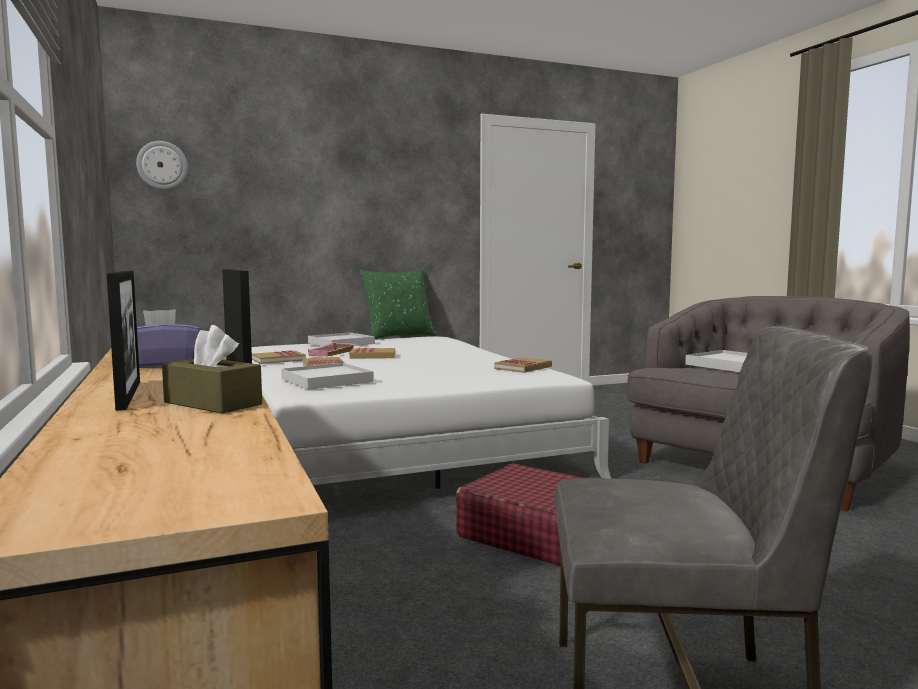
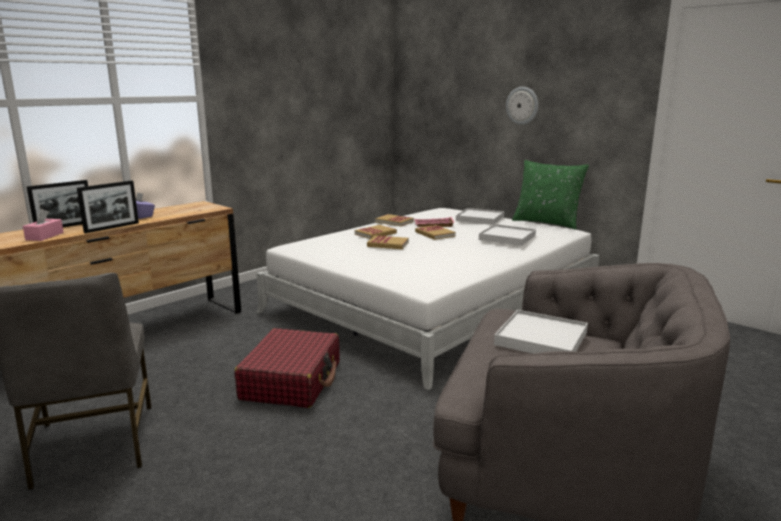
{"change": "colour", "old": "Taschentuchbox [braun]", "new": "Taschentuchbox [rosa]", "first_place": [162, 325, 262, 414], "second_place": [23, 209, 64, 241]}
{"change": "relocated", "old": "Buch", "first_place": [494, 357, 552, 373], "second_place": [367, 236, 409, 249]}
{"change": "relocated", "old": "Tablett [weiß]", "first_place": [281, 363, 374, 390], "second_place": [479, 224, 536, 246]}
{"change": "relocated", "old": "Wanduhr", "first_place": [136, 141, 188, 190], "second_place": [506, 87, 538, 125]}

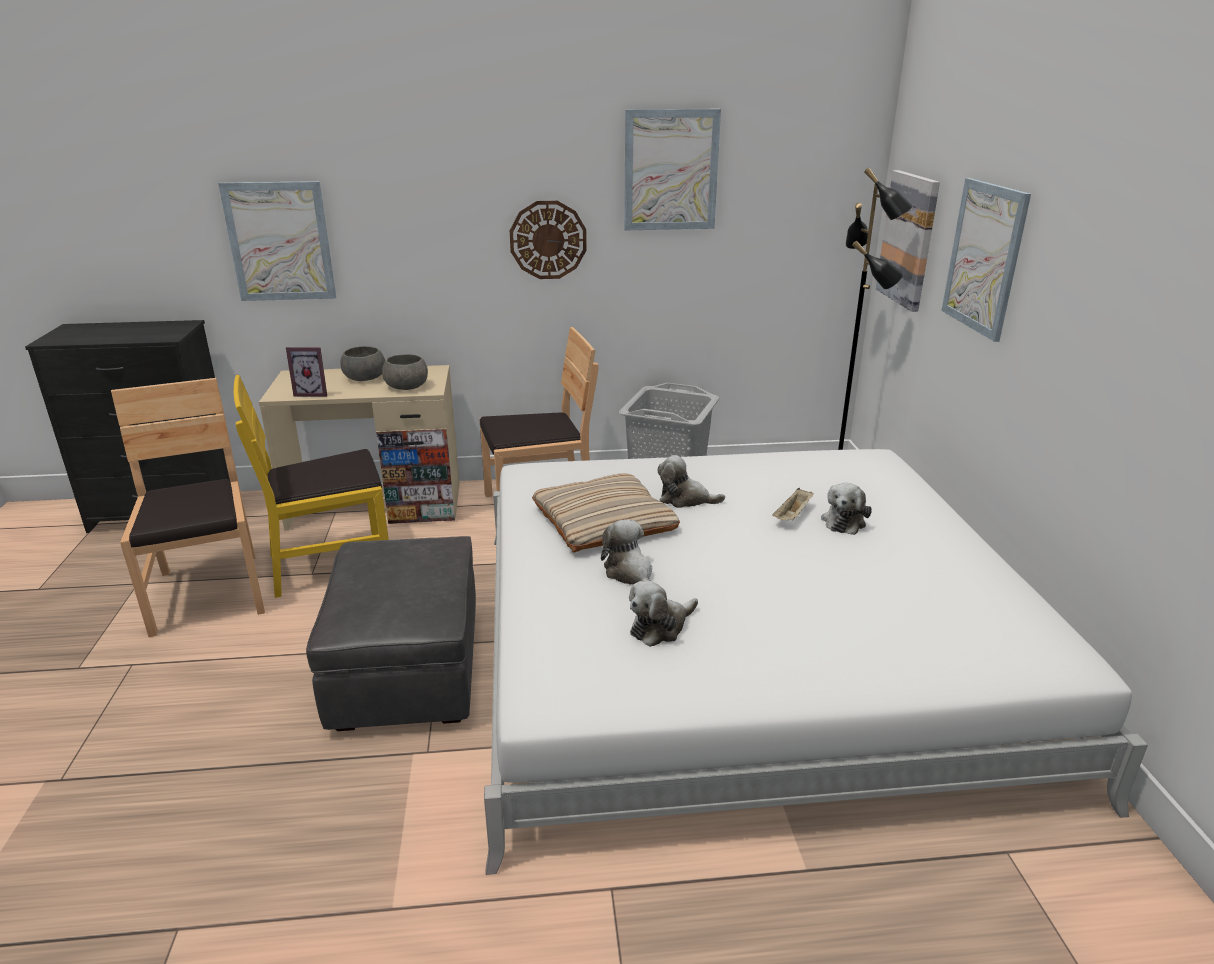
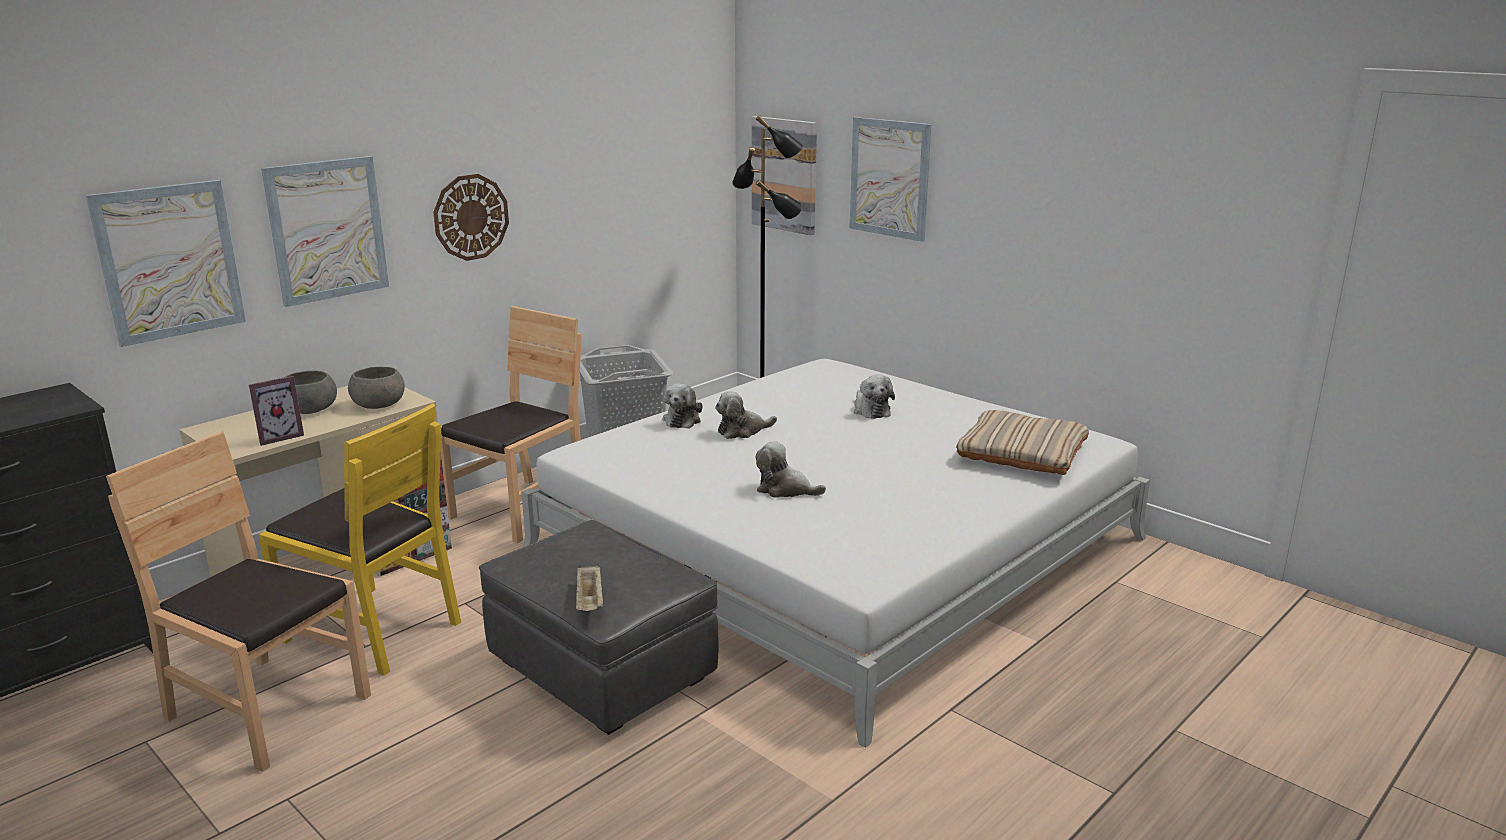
{"change": "spun", "old": "Stuhl [gelb]", "first_place": [234, 375, 389, 598], "second_place": [258, 403, 461, 676], "degrees": -90}
{"change": "relocated", "old": "Bild", "first_place": [624, 109, 721, 230], "second_place": [261, 156, 389, 307]}
{"change": "relocated", "old": "Tablett [beige]", "first_place": [772, 488, 814, 521], "second_place": [576, 565, 603, 611]}
{"change": "relocated", "old": "Plüschtier", "first_place": [629, 581, 698, 647], "second_place": [663, 383, 703, 429]}
{"change": "relocated", "old": "Kissen [beige]", "first_place": [532, 473, 680, 553], "second_place": [956, 410, 1089, 475]}

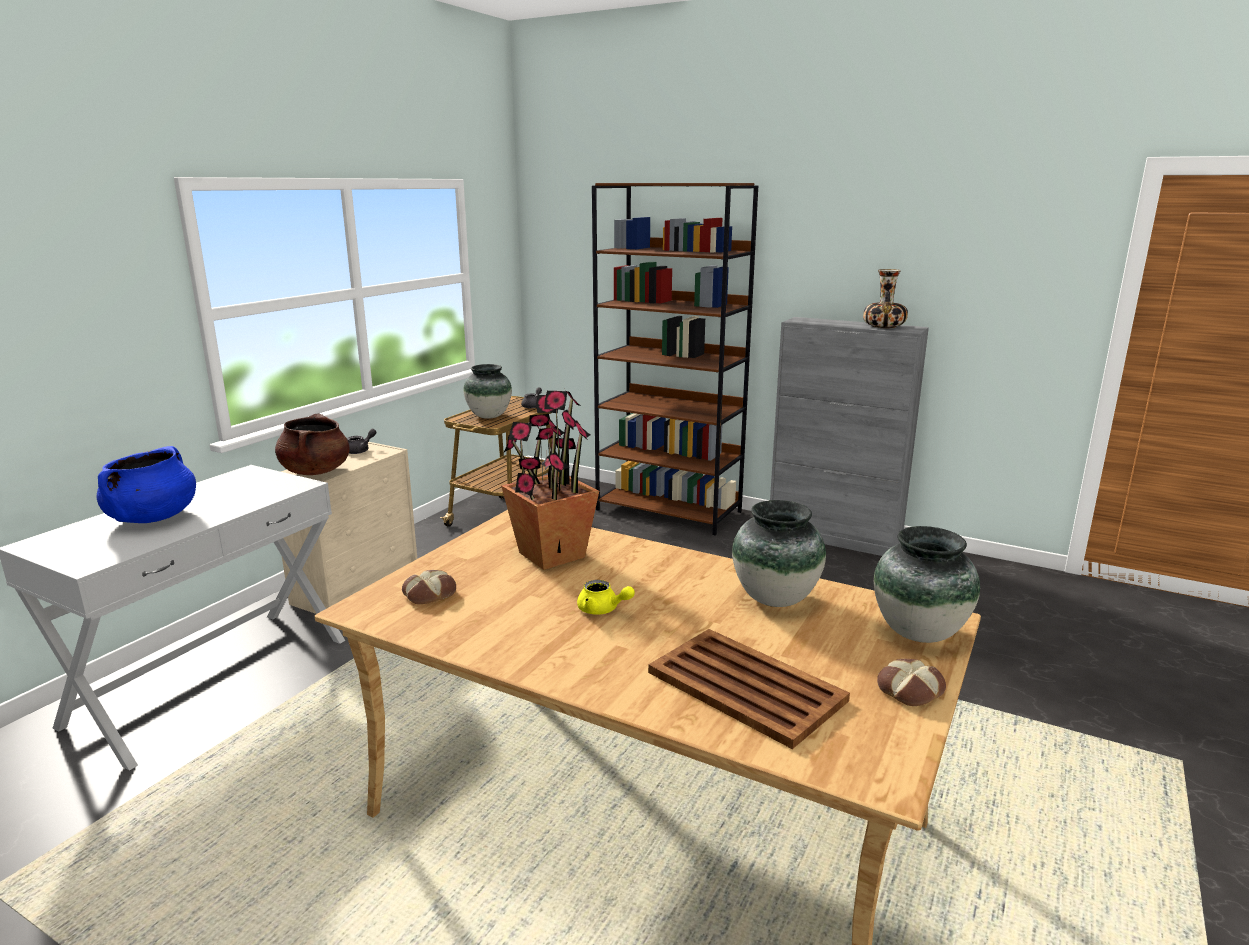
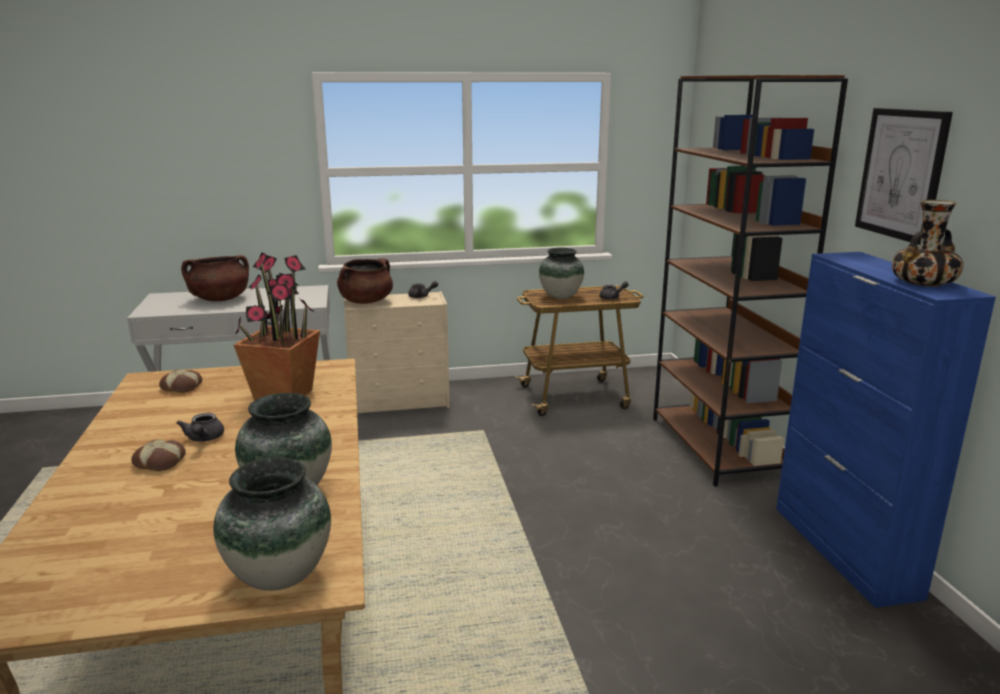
{"change": "relocated", "old": "Brot", "first_place": [877, 659, 946, 706], "second_place": [131, 439, 186, 471]}
{"change": "colour", "old": "Teekanne [gelb]", "new": "Teekanne [grau]", "first_place": [577, 580, 635, 615], "second_place": [176, 413, 224, 442]}
{"change": "colour", "old": "Kochtopf [blau]", "new": "Kochtopf [braun]", "first_place": [97, 446, 196, 523], "second_place": [181, 255, 249, 301]}
{"change": "colour", "old": "Schrank [grau]", "new": "Schrank [blau]", "first_place": [770, 317, 929, 556], "second_place": [776, 252, 996, 608]}
{"change": "appeared", "new": "Bild", "second_place": [855, 108, 953, 245]}
{"change": "missing", "old": "Tablett [braun]", "first_place": [648, 629, 850, 749]}

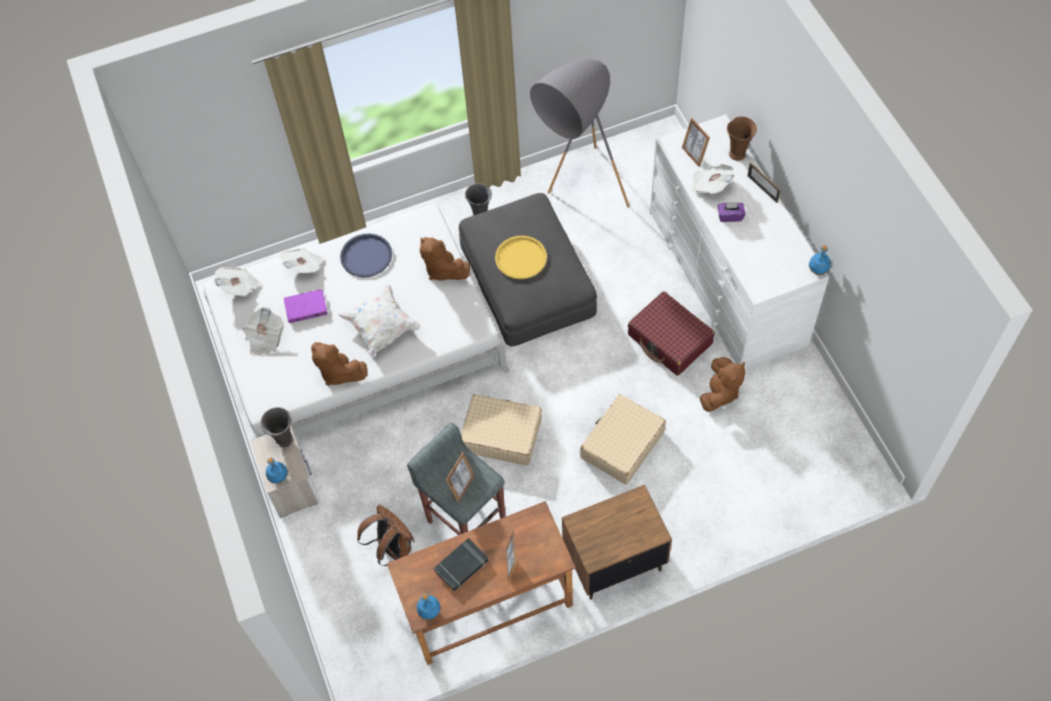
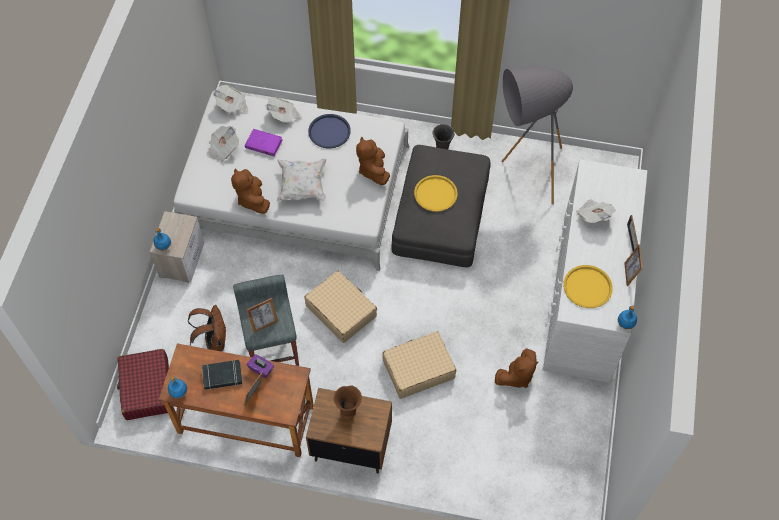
{"change": "relocated", "old": "Koffer [rot]", "first_place": [628, 291, 715, 376], "second_place": [117, 349, 169, 420]}
{"change": "relocated", "old": "Taschentuchbox [lila]", "first_place": [718, 202, 746, 222], "second_place": [247, 354, 274, 378]}
{"change": "relocated", "old": "Vase [braun]", "first_place": [727, 117, 757, 161], "second_place": [334, 385, 362, 420]}
{"change": "appeared", "new": "Tablett [gelb]", "second_place": [563, 265, 613, 308]}
{"change": "relocated", "old": "Bilderrahmen", "first_place": [682, 118, 710, 167], "second_place": [624, 244, 643, 286]}
{"change": "missing", "old": "Vase [grau]", "first_place": [261, 407, 293, 447]}

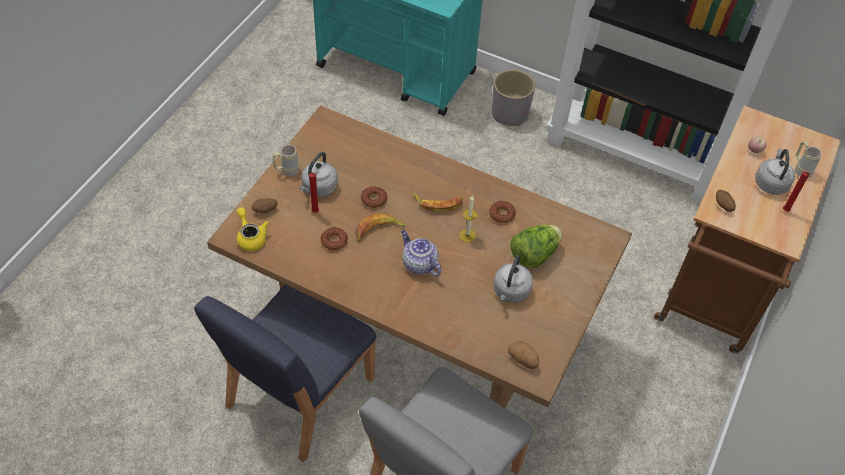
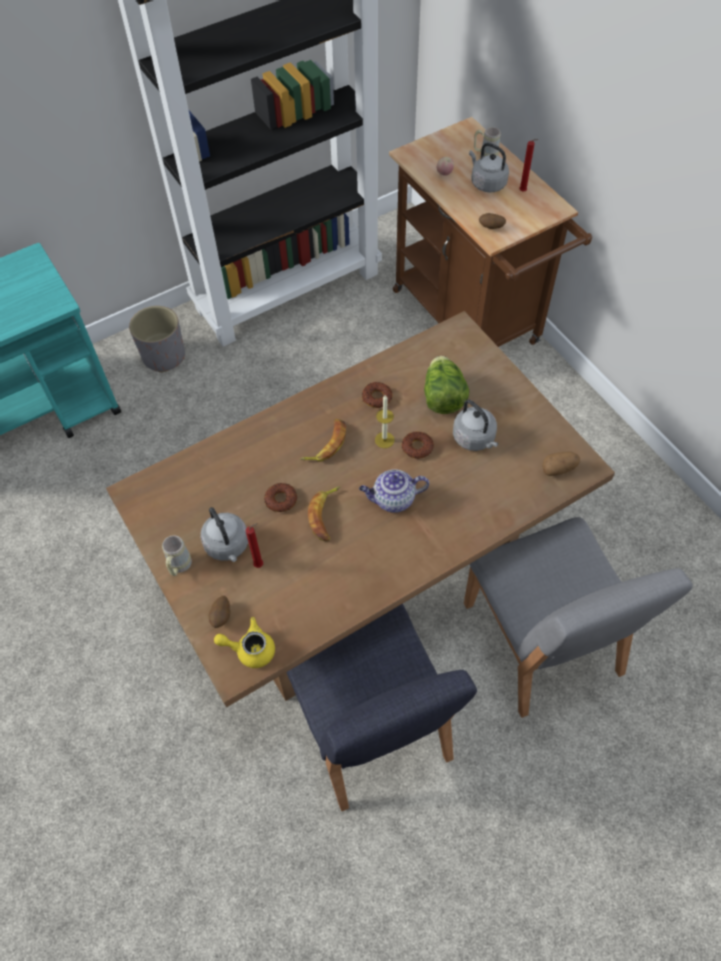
{"change": "relocated", "old": "Donut", "first_place": [321, 227, 348, 250], "second_place": [402, 431, 434, 459]}

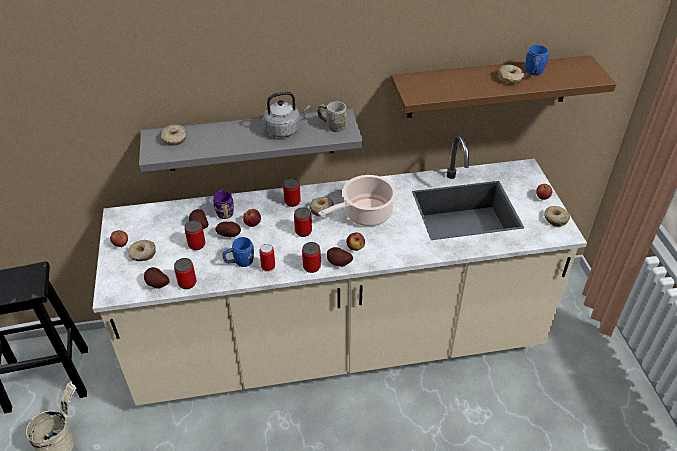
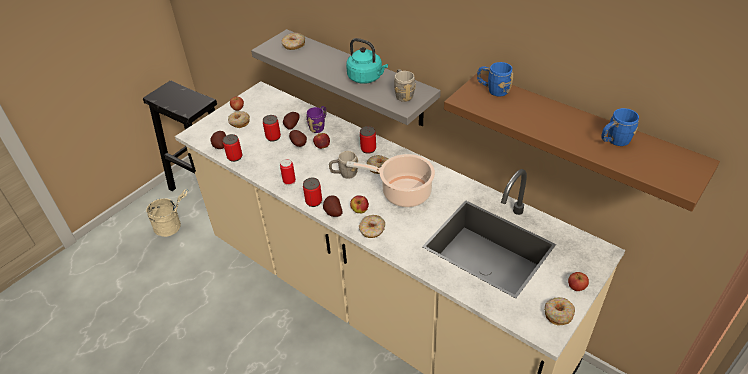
{"change": "exchanged", "old": "Dose", "new": "Henkelbecher [grau]", "first_place": [294, 207, 312, 237], "second_place": [329, 151, 358, 179]}
{"change": "colour", "old": "Wasserkessel [grau]", "new": "Wasserkessel [türkis]", "first_place": [263, 91, 310, 137], "second_place": [346, 38, 388, 84]}
{"change": "relocated", "old": "Donut", "first_place": [498, 64, 524, 84], "second_place": [359, 215, 385, 238]}
{"change": "relocated", "old": "Henkelbecher [blau]", "first_place": [222, 237, 254, 267], "second_place": [477, 62, 513, 97]}

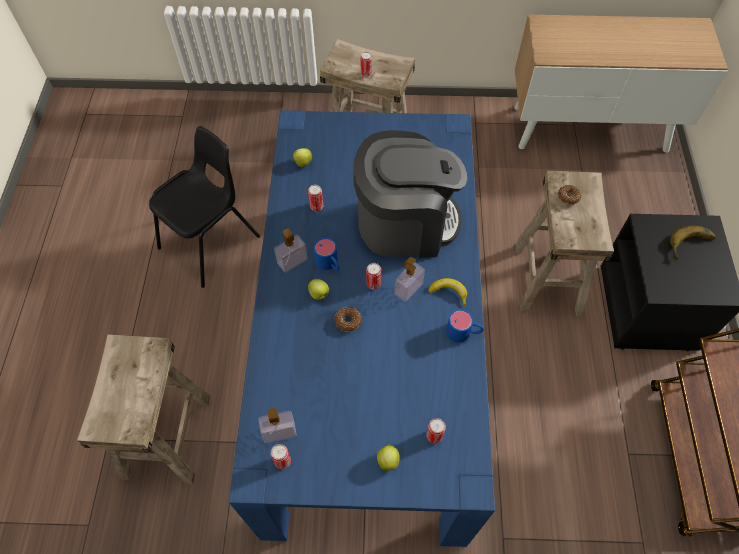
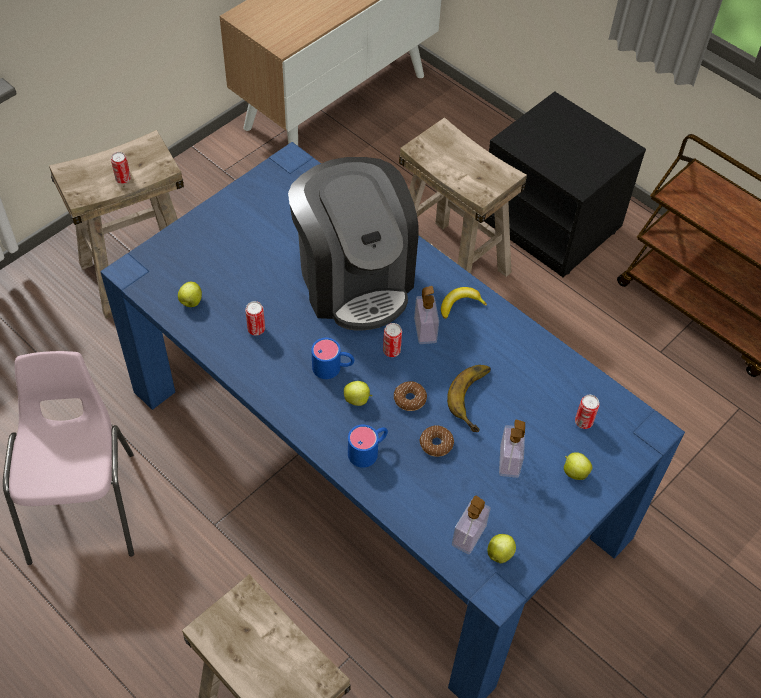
{"change": "colour", "old": "Stuhl [schwarz]", "new": "Stuhl [rosa]", "first_place": [149, 126, 260, 288], "second_place": [3, 351, 134, 565]}
{"change": "spun", "old": "Kaffeemaschine", "first_place": [353, 130, 467, 258], "second_place": [288, 157, 419, 331], "degrees": 120}
{"change": "relocated", "old": "Henkelbecher [blau]", "first_place": [446, 309, 484, 343], "second_place": [348, 425, 388, 468]}
{"change": "relocated", "old": "Donut", "first_place": [558, 185, 581, 205], "second_place": [420, 426, 454, 457]}
{"change": "relocated", "old": "Banane", "first_place": [670, 226, 716, 260], "second_place": [447, 365, 491, 432]}
{"change": "exchanged", "old": "Dose", "new": "Apfel", "first_place": [271, 444, 291, 469], "second_place": [488, 534, 516, 563]}
{"change": "relocated", "old": "Seifenspender", "first_place": [274, 228, 308, 273], "second_place": [499, 420, 525, 478]}

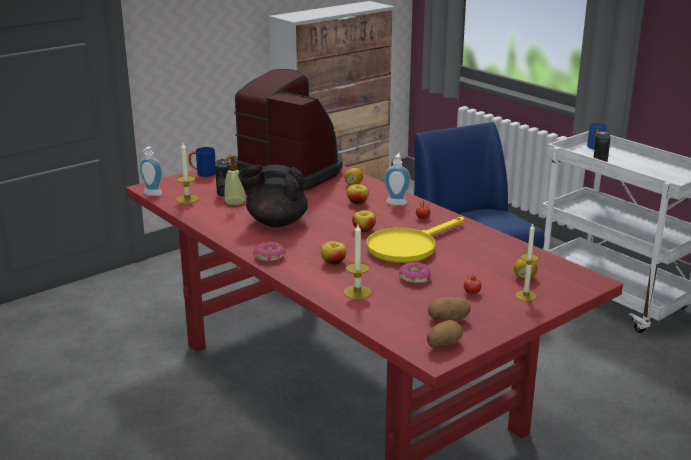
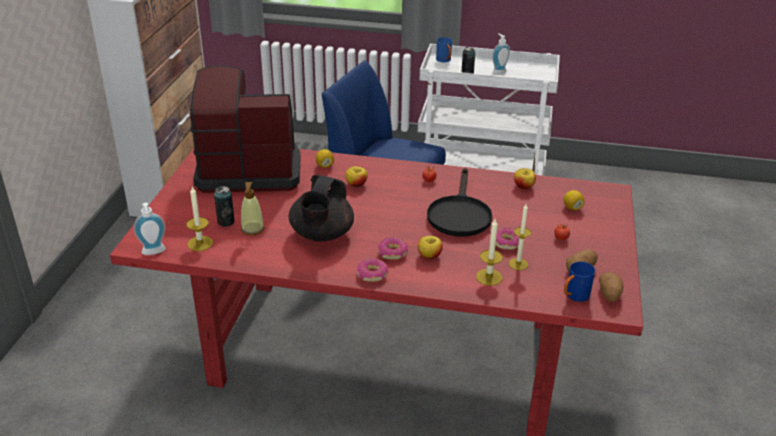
{"change": "spun", "old": "Teekanne [schwarz]", "first_place": [238, 165, 308, 227], "second_place": [289, 175, 354, 241], "degrees": -45}
{"change": "appeared", "new": "Donut", "second_place": [378, 237, 408, 260]}
{"change": "colour", "old": "Pfanne [gelb]", "new": "Pfanne [schwarz]", "first_place": [367, 217, 464, 263], "second_place": [427, 168, 492, 237]}
{"change": "relocated", "old": "Seifenspender", "first_place": [384, 153, 411, 205], "second_place": [492, 33, 510, 75]}
{"change": "relocated", "old": "Kerze", "first_place": [515, 224, 539, 301], "second_place": [509, 204, 531, 270]}
{"change": "relocated", "old": "Apfel", "first_place": [352, 210, 376, 232], "second_place": [514, 168, 536, 189]}
{"change": "relocated", "old": "Henkelbecher [blau]", "first_place": [188, 147, 216, 177], "second_place": [564, 262, 595, 302]}

